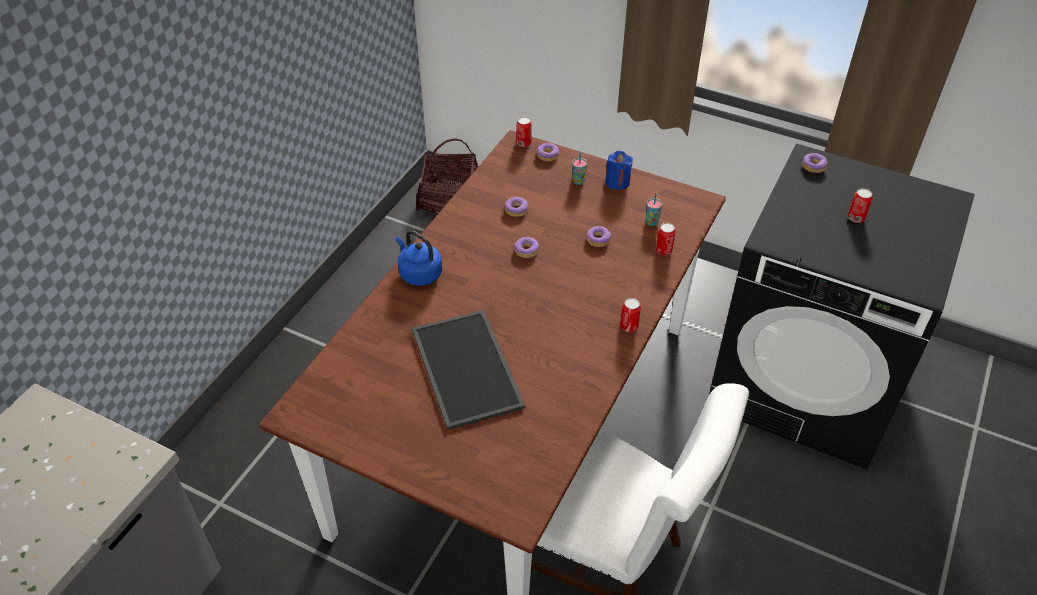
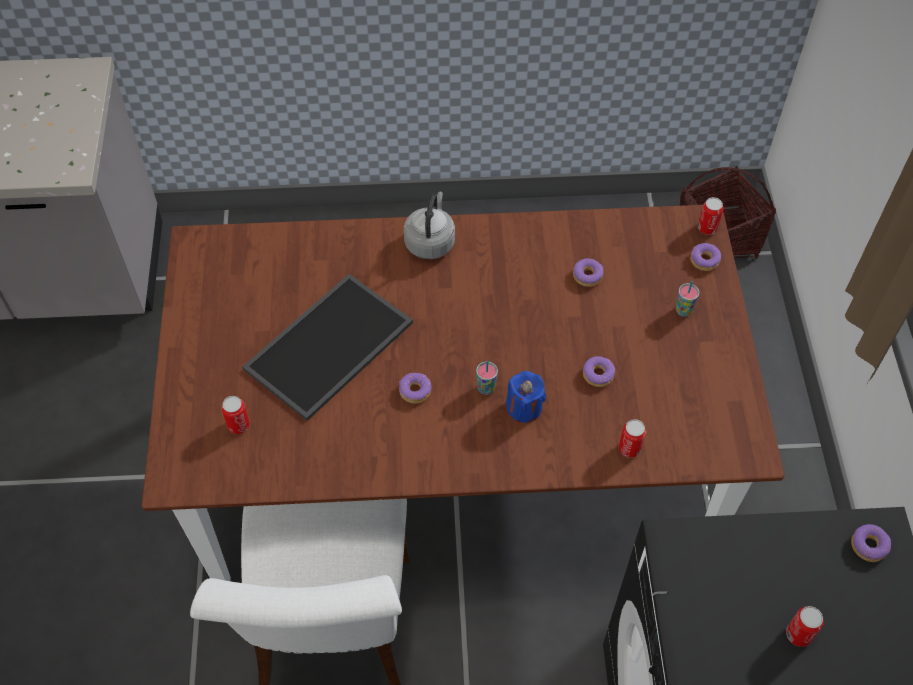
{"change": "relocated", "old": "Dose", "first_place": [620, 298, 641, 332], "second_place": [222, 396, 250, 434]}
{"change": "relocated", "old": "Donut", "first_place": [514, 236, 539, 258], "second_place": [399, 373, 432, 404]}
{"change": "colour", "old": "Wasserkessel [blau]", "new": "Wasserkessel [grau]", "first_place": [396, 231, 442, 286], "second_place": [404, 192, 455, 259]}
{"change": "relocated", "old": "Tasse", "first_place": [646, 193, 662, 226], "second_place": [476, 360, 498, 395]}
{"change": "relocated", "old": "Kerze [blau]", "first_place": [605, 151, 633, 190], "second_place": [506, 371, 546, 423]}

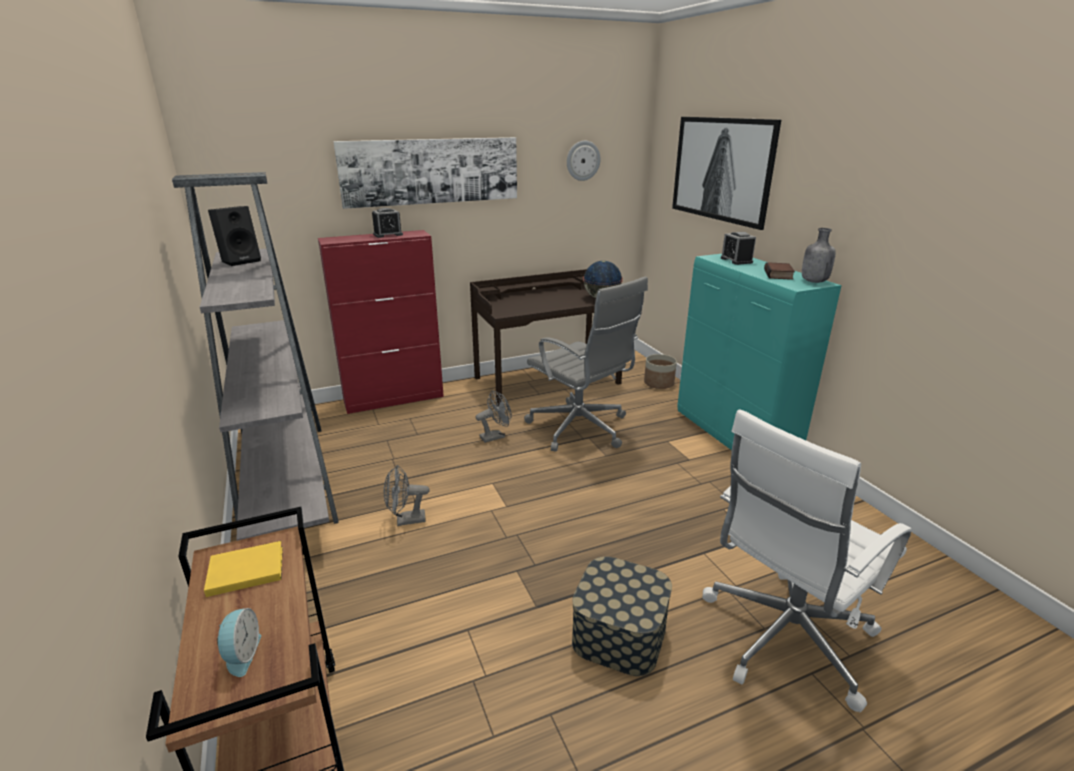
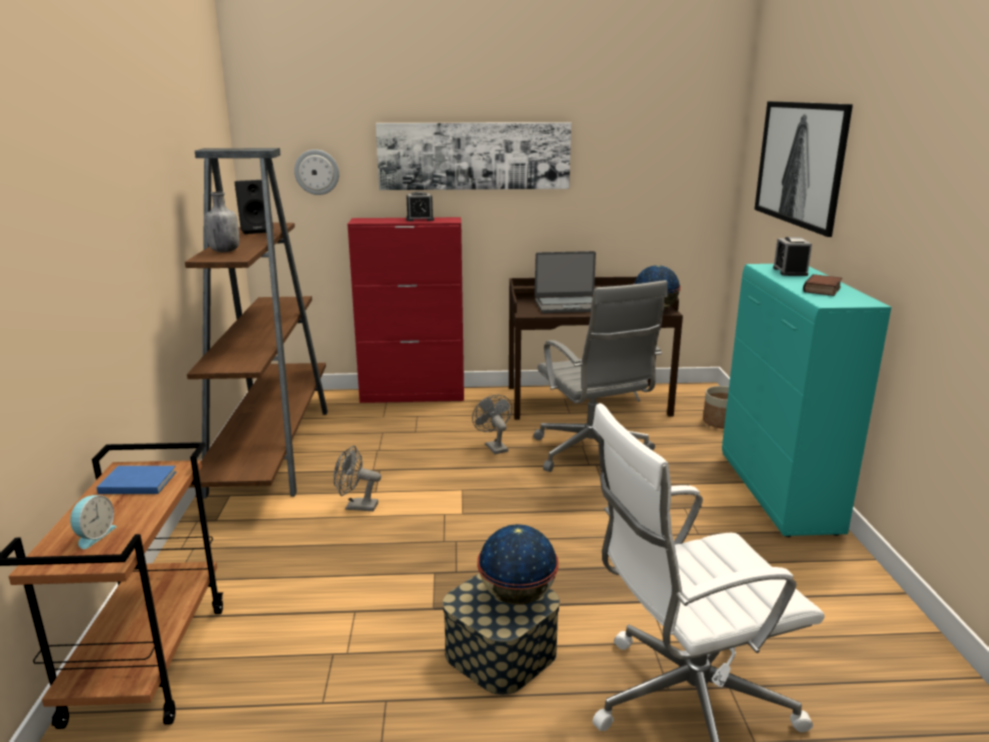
{"change": "colour", "old": "Buch [gelb]", "new": "Buch [blau]", "first_place": [204, 541, 283, 597], "second_place": [97, 466, 176, 494]}
{"change": "colour", "old": "Bücherregal [grau]", "new": "Bücherregal [braun]", "first_place": [172, 172, 339, 541], "second_place": [185, 148, 328, 499]}
{"change": "relocated", "old": "Flasche [grau]", "first_place": [802, 228, 836, 283], "second_place": [205, 192, 239, 252]}
{"change": "relocated", "old": "Wanduhr", "first_place": [567, 141, 601, 181], "second_place": [294, 149, 339, 195]}
{"change": "spun", "old": "Ventilator [grau]", "first_place": [476, 390, 512, 443], "second_place": [472, 395, 512, 454], "degrees": -105}
{"change": "appeared", "new": "Globus", "second_place": [477, 524, 559, 605]}
{"change": "appeared", "new": "Laptop", "second_place": [535, 251, 596, 313]}

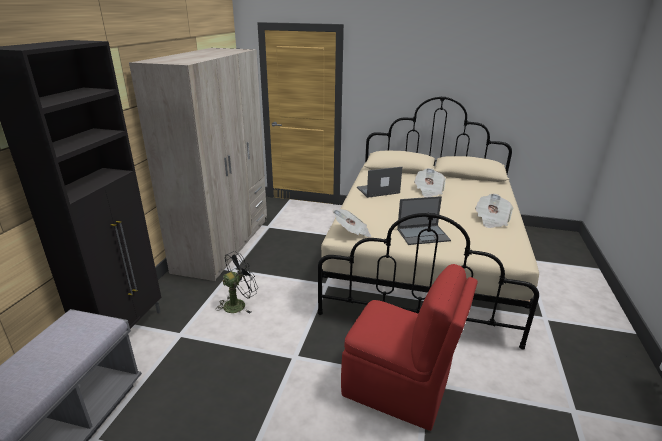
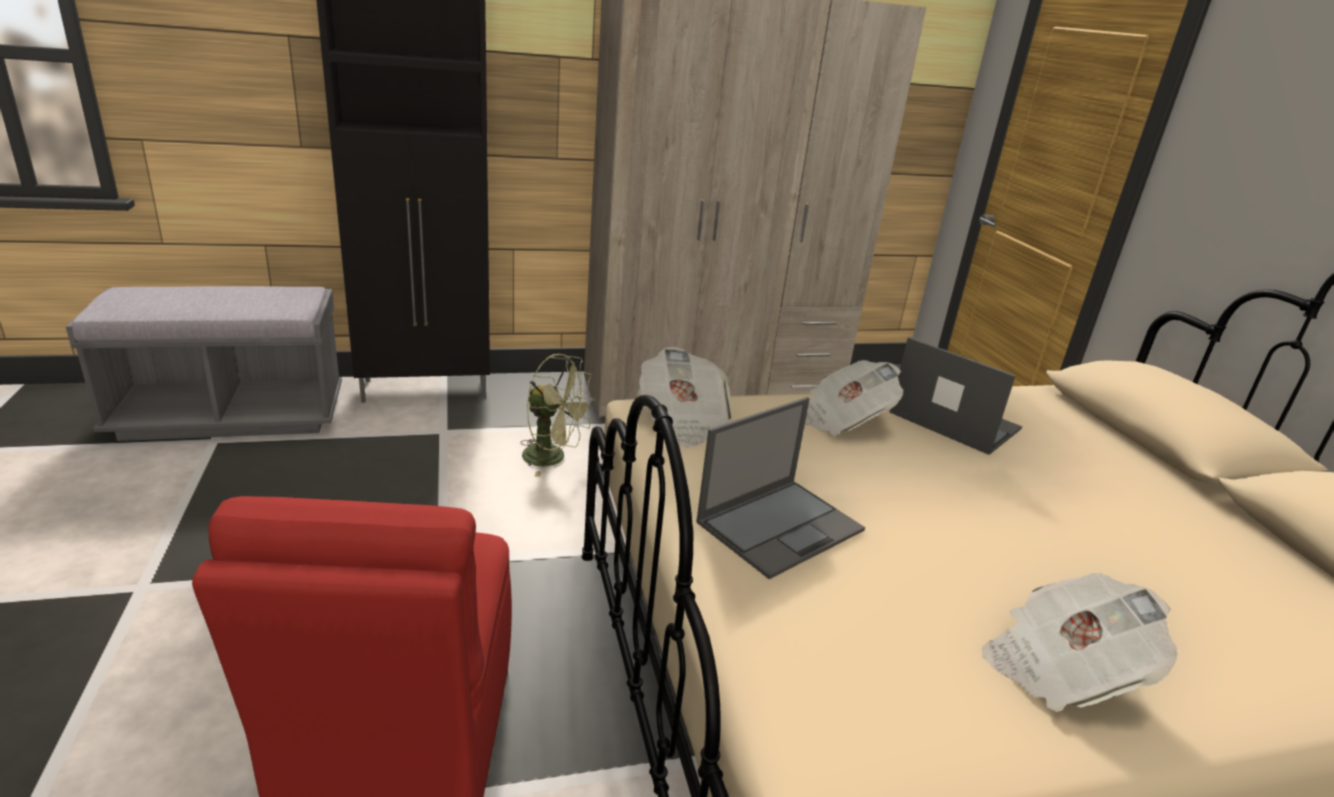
{"change": "colour", "old": "Ventilator [schwarz]", "new": "Ventilator [grün]", "first_place": [216, 251, 258, 313], "second_place": [520, 354, 595, 477]}
{"change": "spun", "old": "Laptop", "first_place": [397, 196, 451, 245], "second_place": [696, 397, 865, 579], "degrees": -90}
{"change": "relocated", "old": "Zeitung", "first_place": [414, 168, 446, 197], "second_place": [805, 360, 904, 436]}

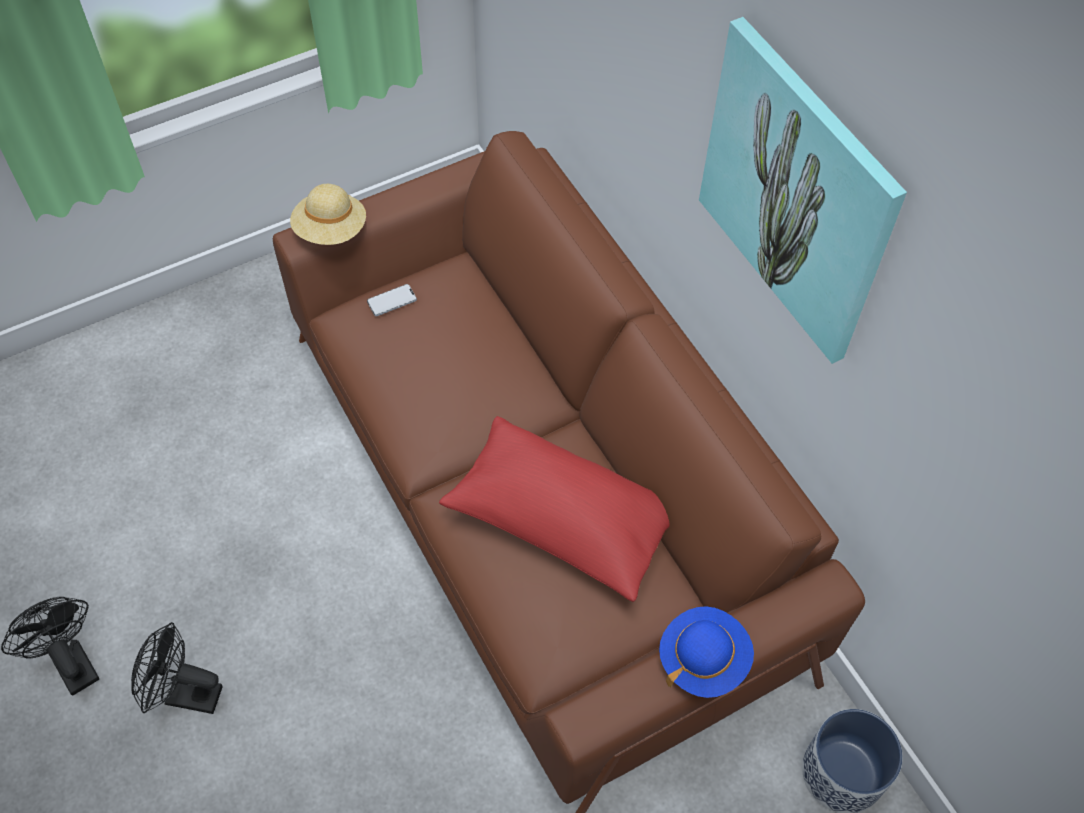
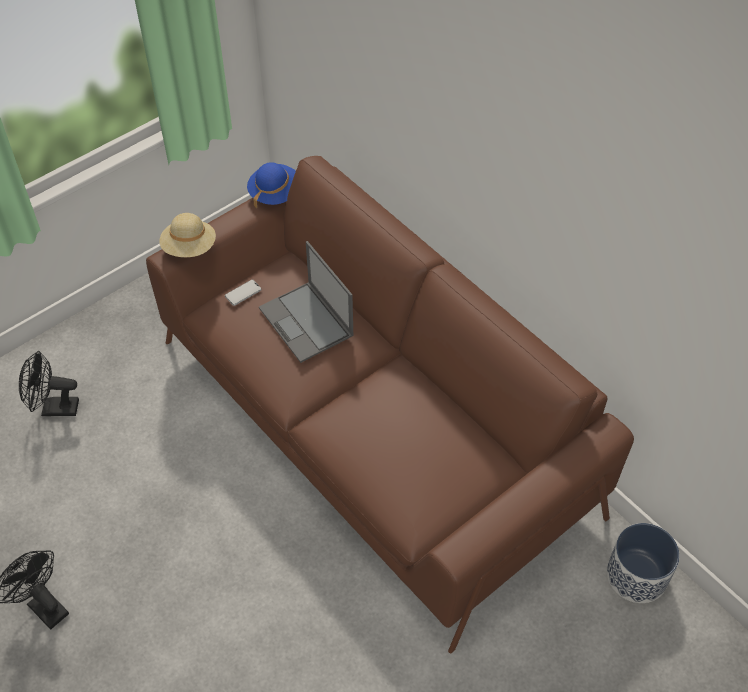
{"change": "relocated", "old": "Ventilator [schwarz]", "first_place": [131, 622, 223, 714], "second_place": [19, 351, 79, 416]}
{"change": "relocated", "old": "Hut [blau]", "first_place": [659, 606, 754, 698], "second_place": [247, 162, 296, 208]}
{"change": "appeared", "new": "Laptop", "second_place": [259, 241, 354, 363]}
{"change": "missing", "old": "Kissen [rot]", "first_place": [439, 416, 670, 602]}
{"change": "missing", "old": "Bild", "first_place": [699, 17, 907, 364]}

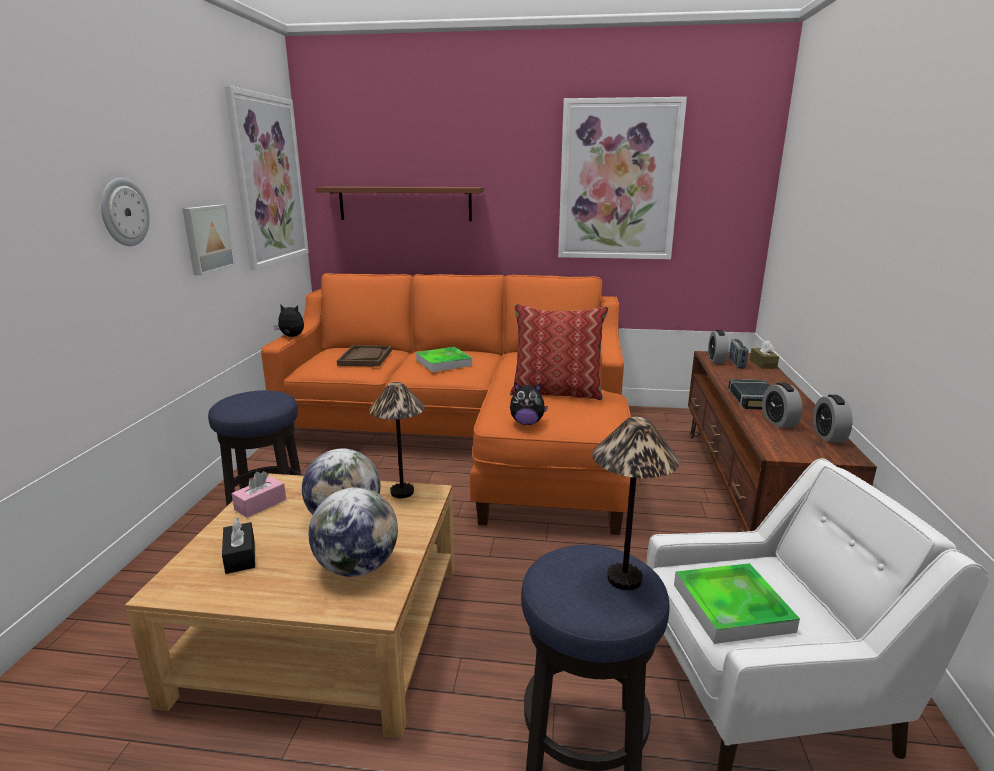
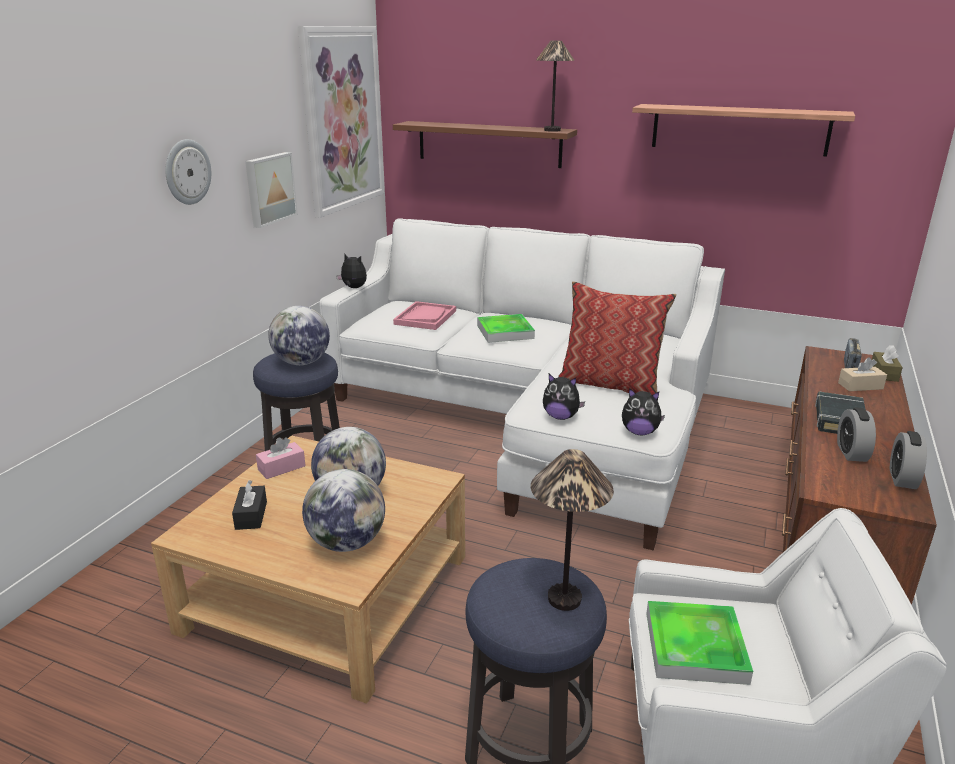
{"change": "appeared", "new": "Globus", "second_place": [268, 306, 330, 365]}
{"change": "colour", "old": "Sofa [orange]", "new": "Sofa [weiß]", "first_place": [261, 273, 631, 535], "second_place": [319, 218, 725, 550]}
{"change": "colour", "old": "Tablett [braun]", "new": "Tablett [rosa]", "first_place": [337, 345, 392, 367], "second_place": [393, 301, 456, 330]}
{"change": "relocated", "old": "Tischlampe", "first_place": [369, 382, 425, 498], "second_place": [536, 41, 575, 132]}
{"change": "appeared", "new": "Plüschtier", "second_place": [622, 388, 665, 435]}
{"change": "exchanged", "old": "Bild", "new": "Wandregal", "first_place": [558, 97, 687, 259], "second_place": [632, 104, 855, 157]}
{"change": "appeared", "new": "Taschentuchbox [beige]", "second_place": [838, 357, 887, 391]}
{"change": "missing", "old": "Wecker", "first_place": [708, 330, 729, 364]}

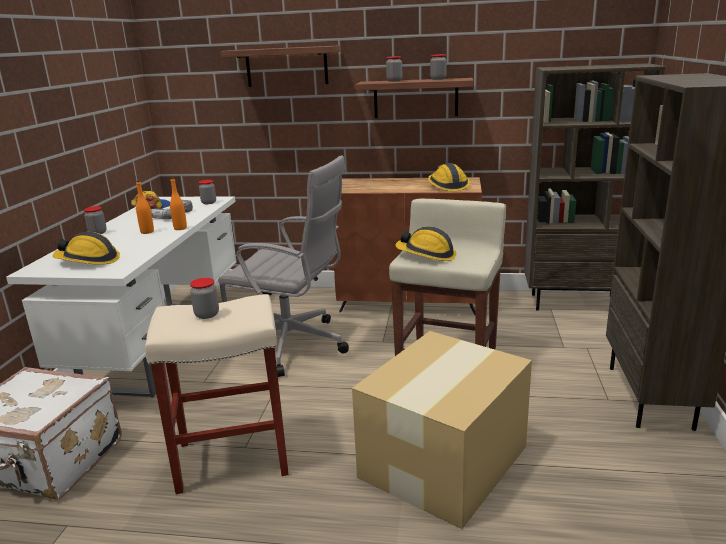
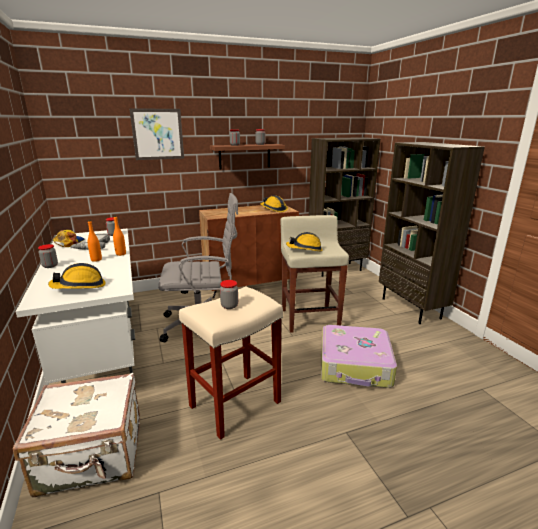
{"change": "exchanged", "old": "Wandregal", "new": "Bild", "first_place": [221, 45, 340, 87], "second_place": [129, 108, 184, 160]}
{"change": "exchanged", "old": "Karton", "new": "Koffer", "first_place": [352, 331, 532, 529], "second_place": [321, 325, 397, 388]}

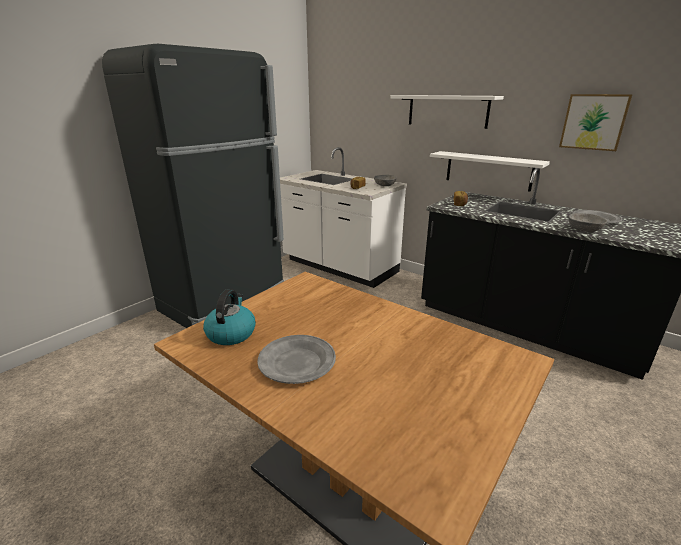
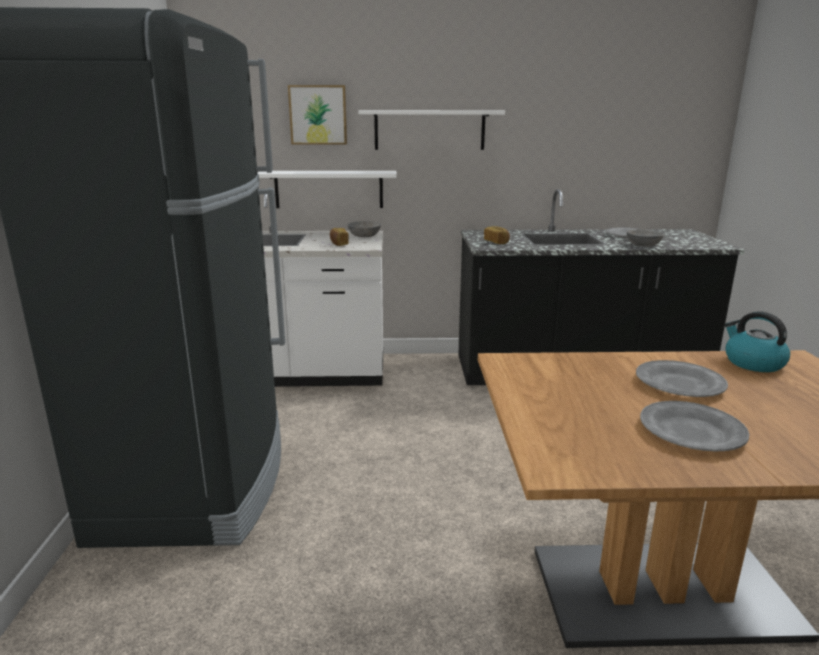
{"change": "relocated", "old": "Wandregal [weiß]", "first_place": [430, 151, 550, 192], "second_place": [257, 171, 397, 208]}
{"change": "relocated", "old": "Bild", "first_place": [559, 94, 633, 151], "second_place": [288, 85, 347, 144]}
{"change": "appeared", "new": "Teller [grau]", "second_place": [636, 360, 728, 397]}
{"change": "relocated", "old": "Wasserkessel", "first_place": [203, 289, 256, 345], "second_place": [724, 311, 790, 372]}

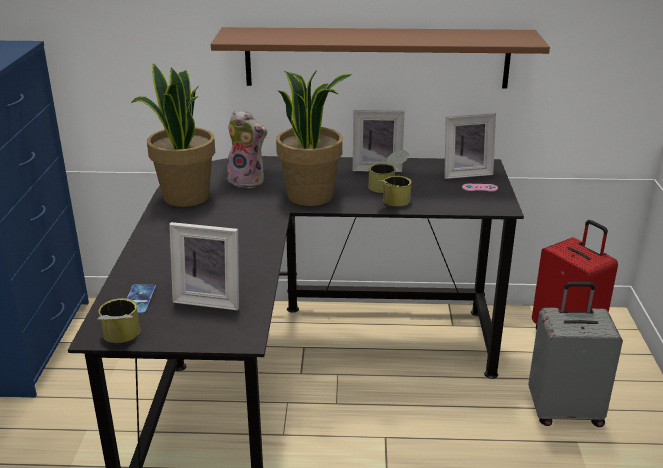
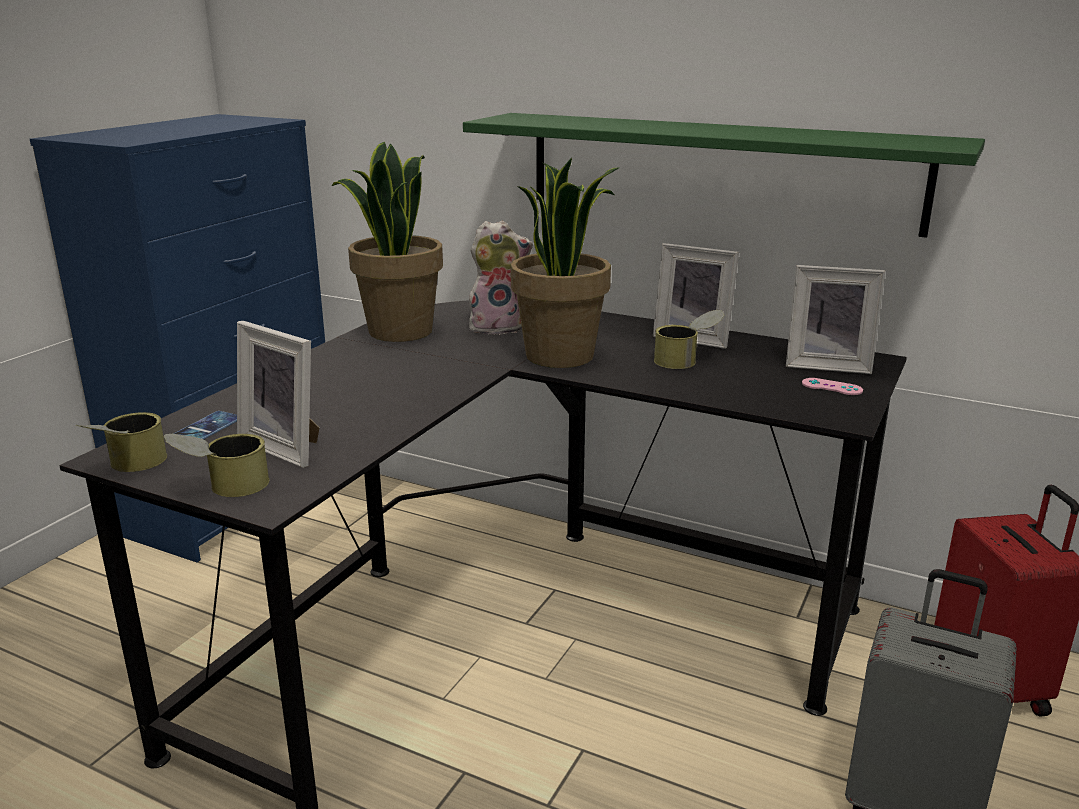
{"change": "relocated", "old": "Dose", "first_place": [377, 176, 411, 206], "second_place": [164, 434, 269, 497]}
{"change": "colour", "old": "Wandregal [braun]", "new": "Wandregal [grün]", "first_place": [211, 27, 550, 89], "second_place": [463, 113, 985, 238]}
{"change": "spun", "old": "Plüschtier", "first_place": [227, 109, 267, 188], "second_place": [469, 221, 533, 335], "degrees": -60}

